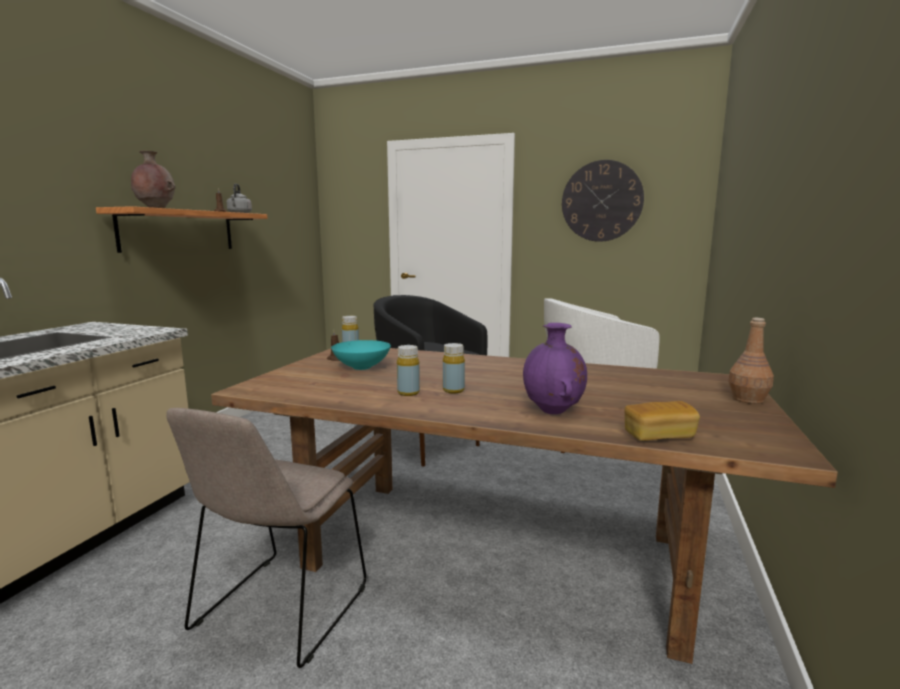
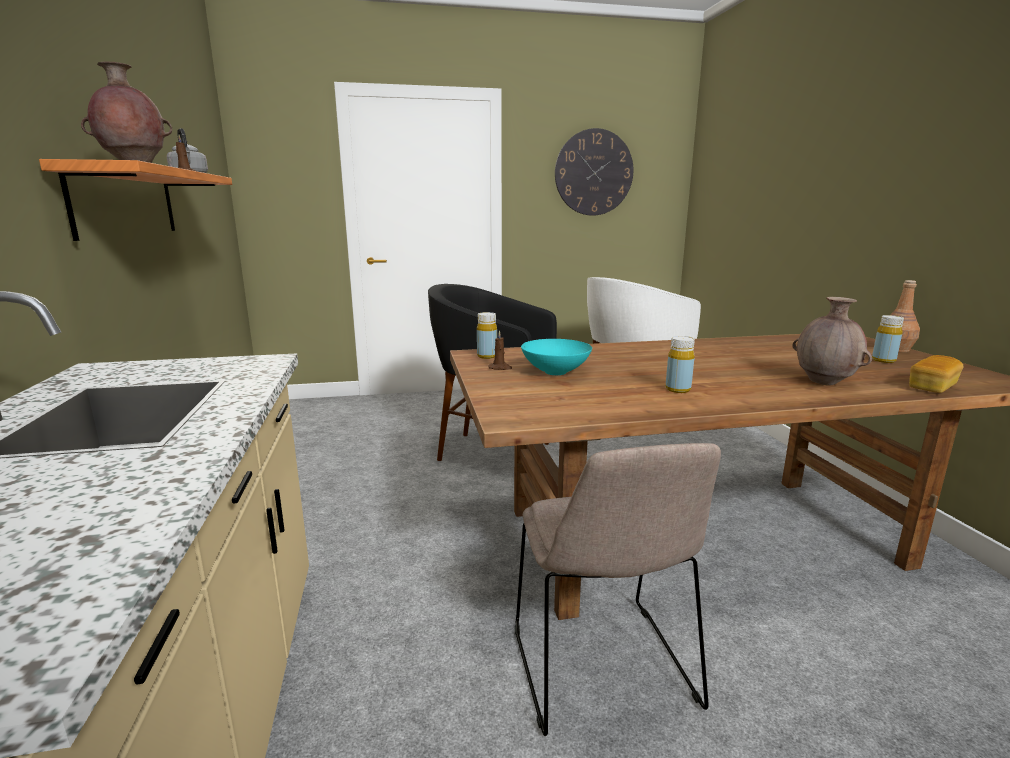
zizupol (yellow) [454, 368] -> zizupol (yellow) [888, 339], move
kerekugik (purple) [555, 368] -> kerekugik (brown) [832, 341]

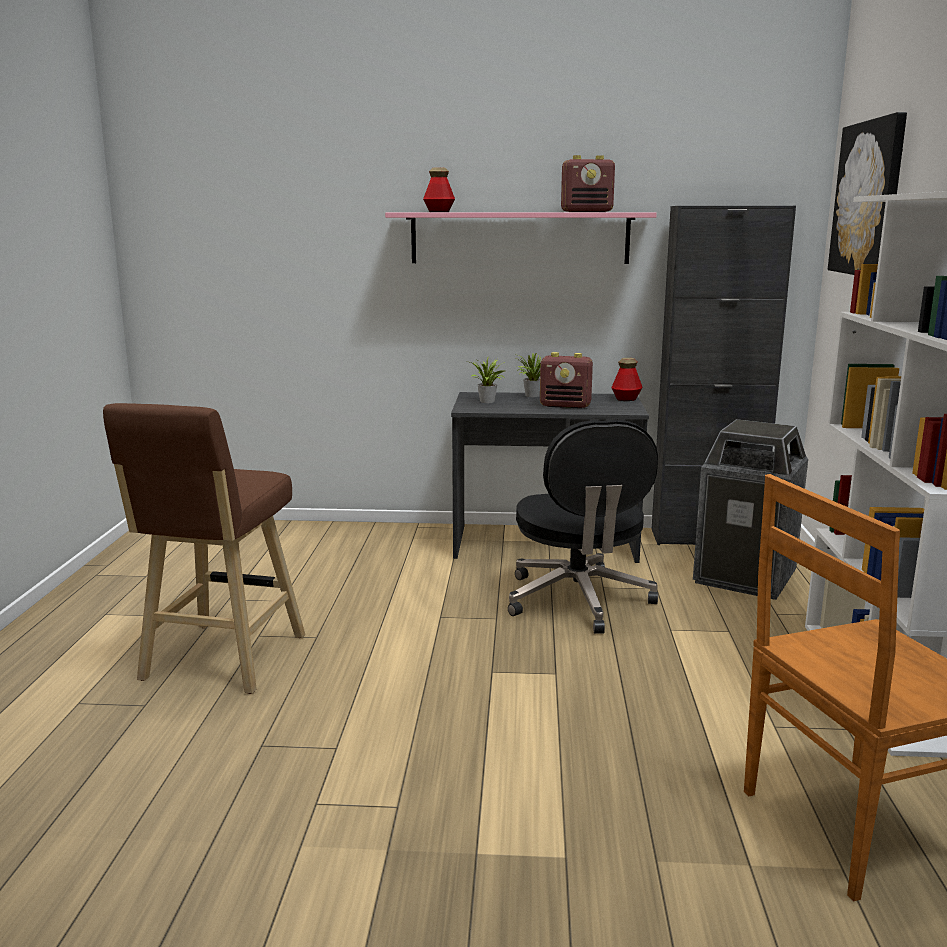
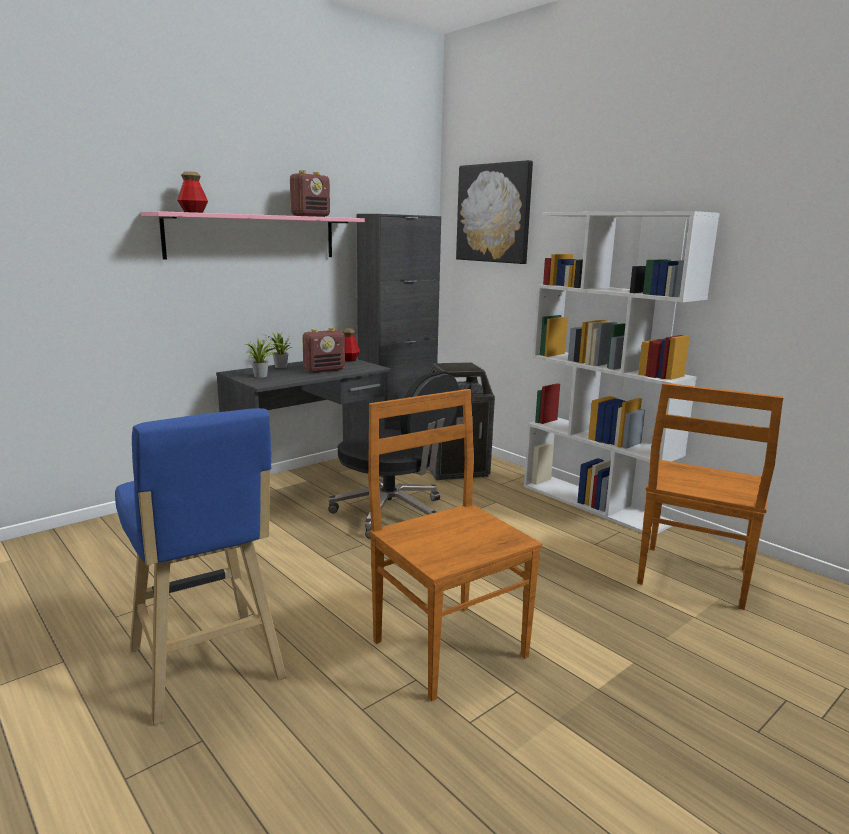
none -> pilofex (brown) [455, 545]
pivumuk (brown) [204, 548] -> pivumuk (blue) [200, 566]

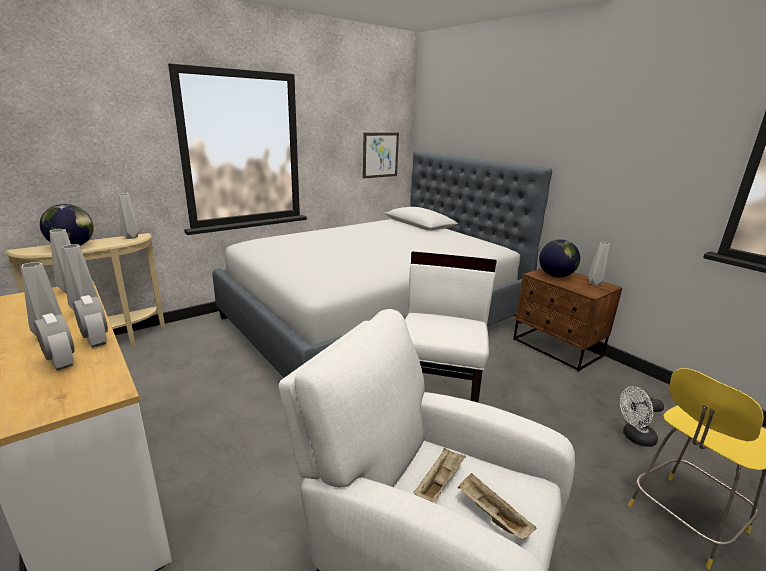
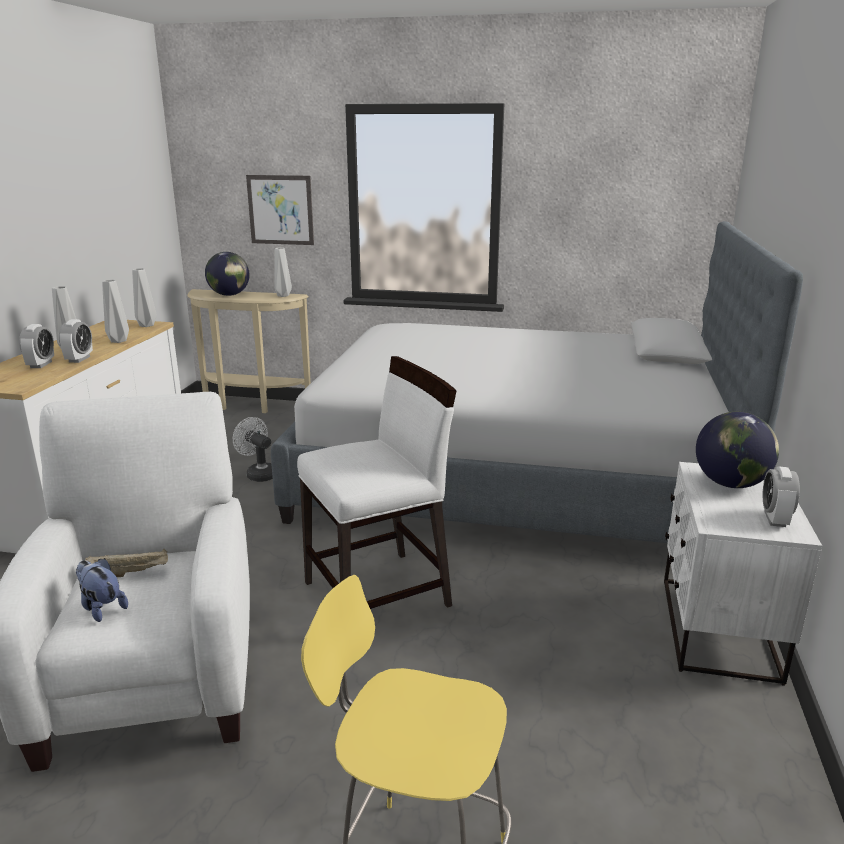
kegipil [381, 155] -> kegipil [280, 210], move
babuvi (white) [642, 416] -> babuvi (white) [253, 449], move
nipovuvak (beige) [497, 506] -> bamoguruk [102, 590]
kerekugik (grey) [599, 264] -> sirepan [781, 496]
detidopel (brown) [567, 320] -> detidopel (white) [743, 574]

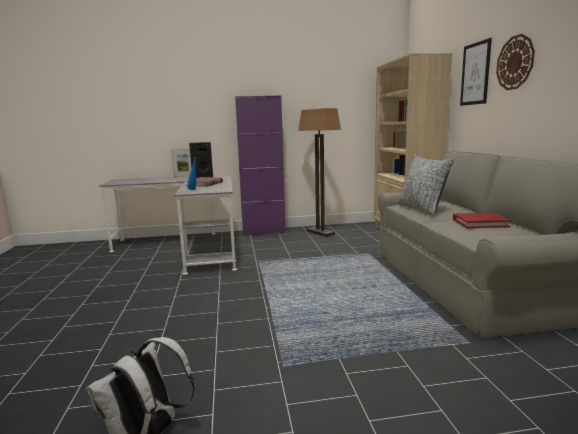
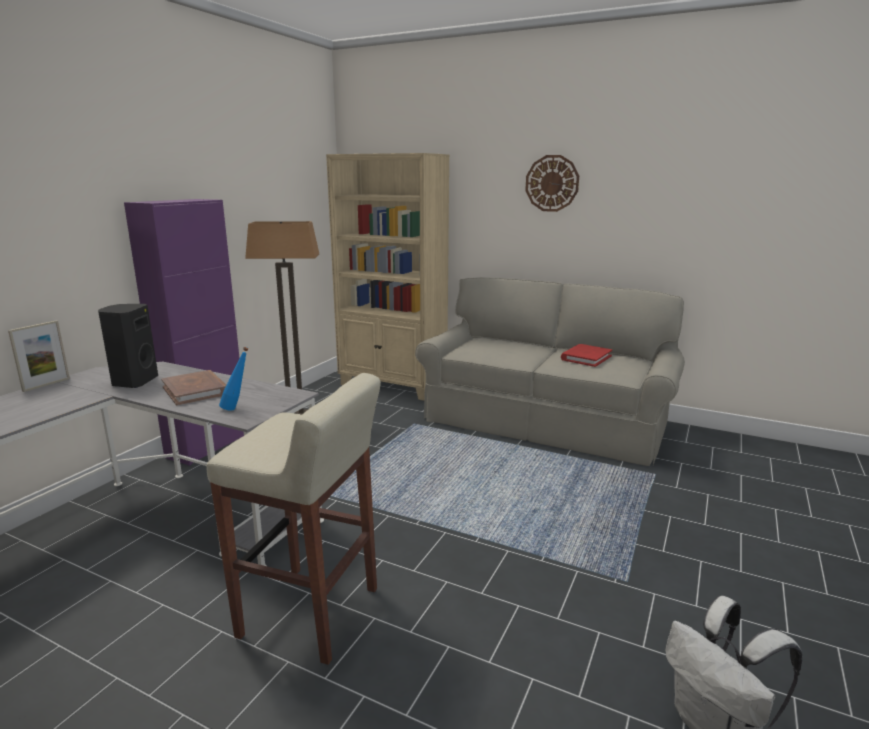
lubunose [426, 185] -> none
kegipil [476, 72] -> none
none -> pivumuk (beige) [293, 519]

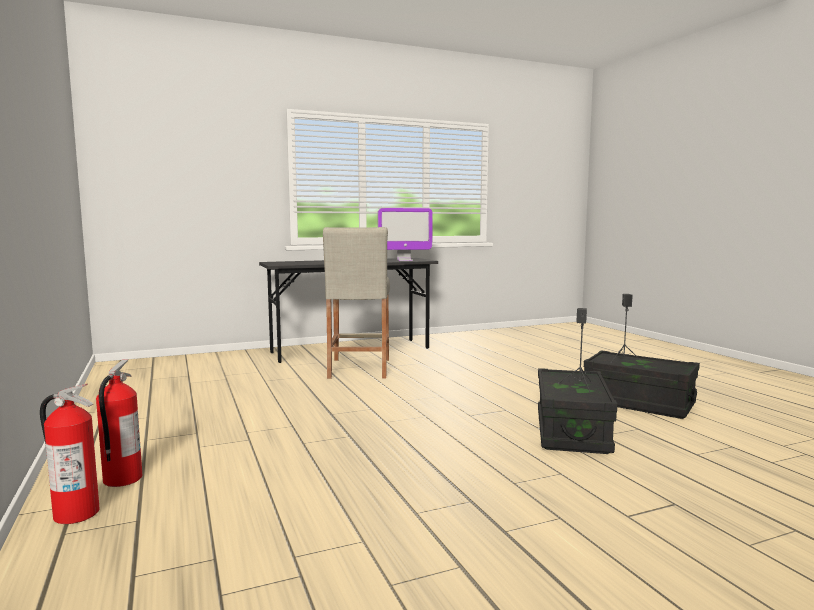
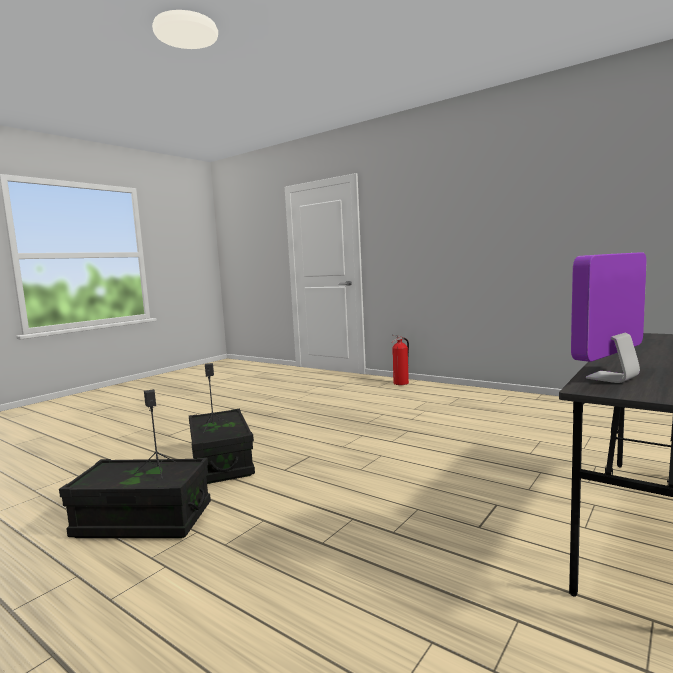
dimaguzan [119, 423] -> none
pivumuk (beige) [356, 303] -> none

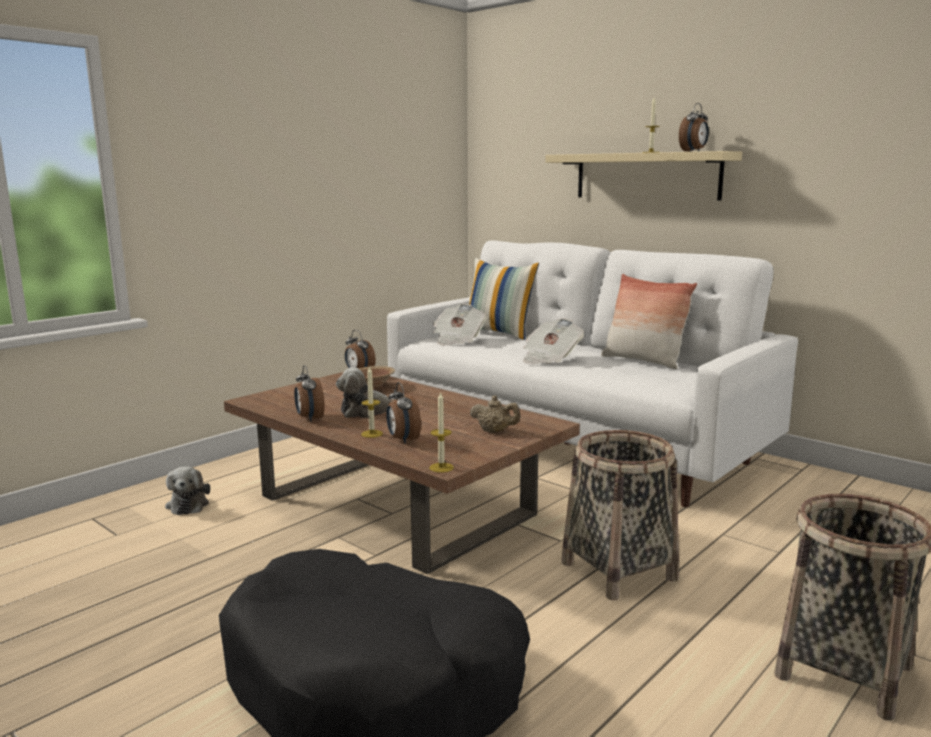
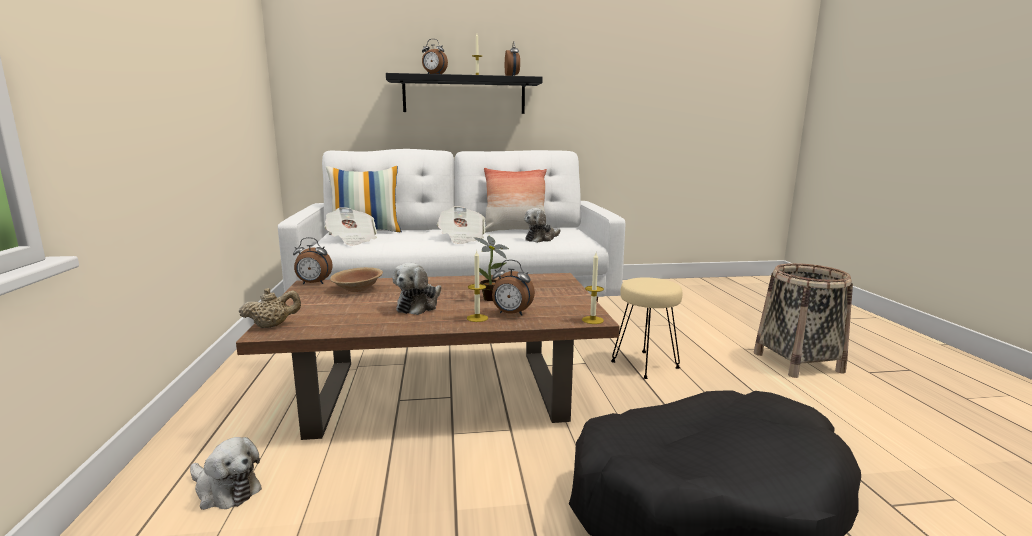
none -> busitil [491, 268]
none -> bamoguruk [542, 225]
sirepan [309, 393] -> sirepan [435, 56], move
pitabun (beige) [495, 414] -> pitabun (beige) [270, 308], move
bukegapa [620, 515] -> pivumuk (beige) [646, 328]
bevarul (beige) [643, 175] -> bevarul (black) [464, 93]

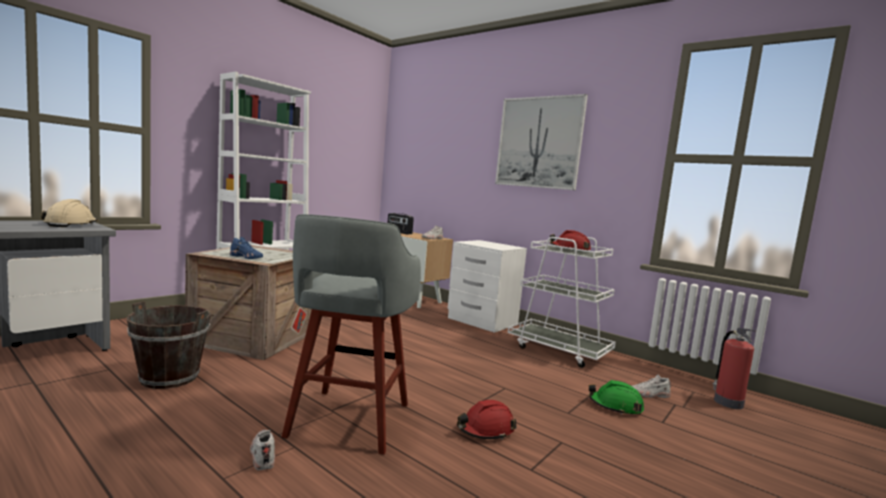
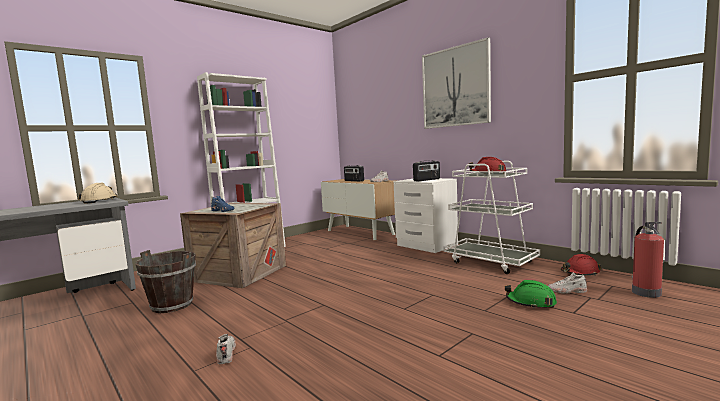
pivumuk (grey) [351, 334] -> none
none -> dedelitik [426, 171]
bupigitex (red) [487, 420] -> bupigitex (red) [581, 265], move

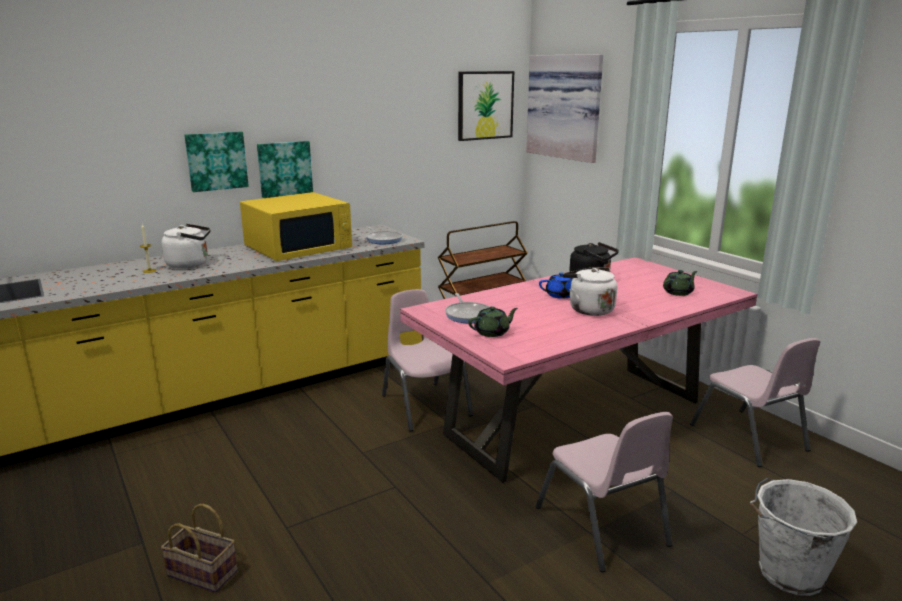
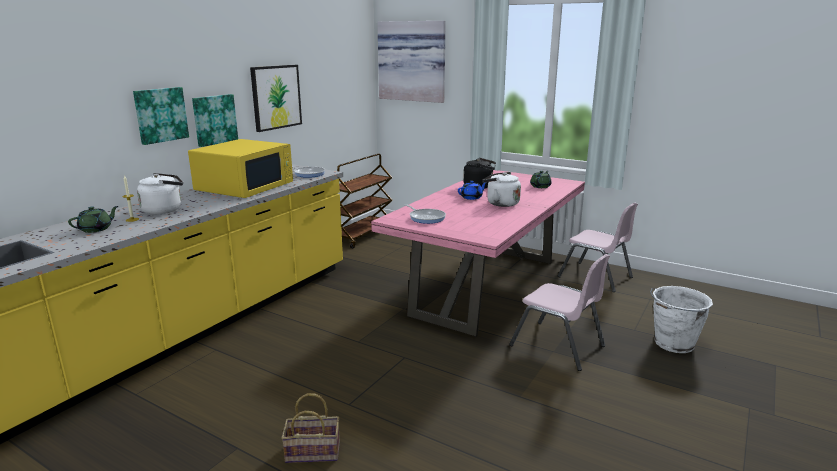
pilofex (pink) [427, 360] -> none
kegipil [486, 106] -> kegipil [276, 98], move
pitabun (green) [493, 321] -> pitabun (green) [93, 219], move

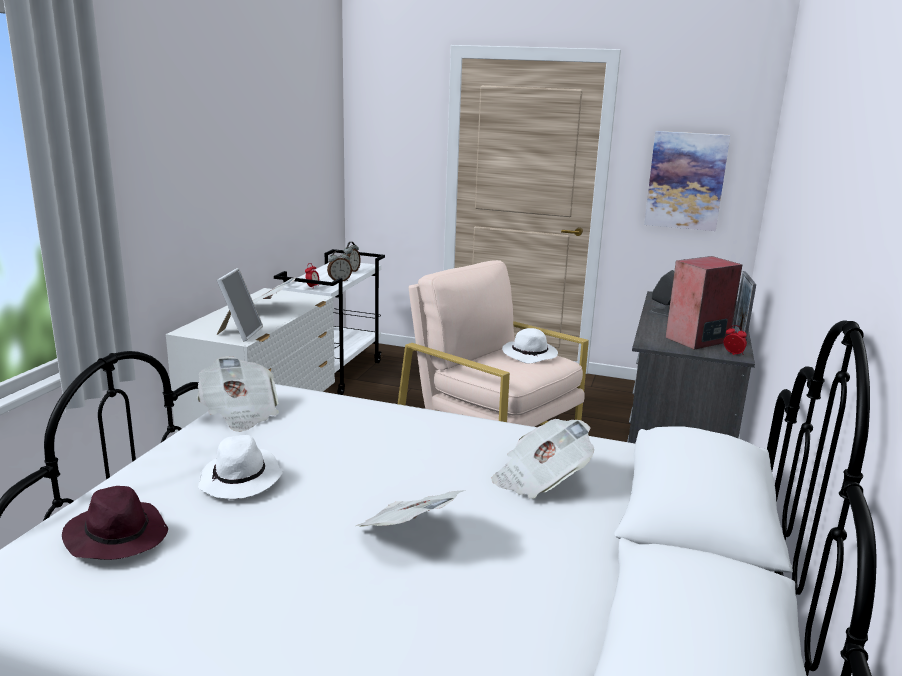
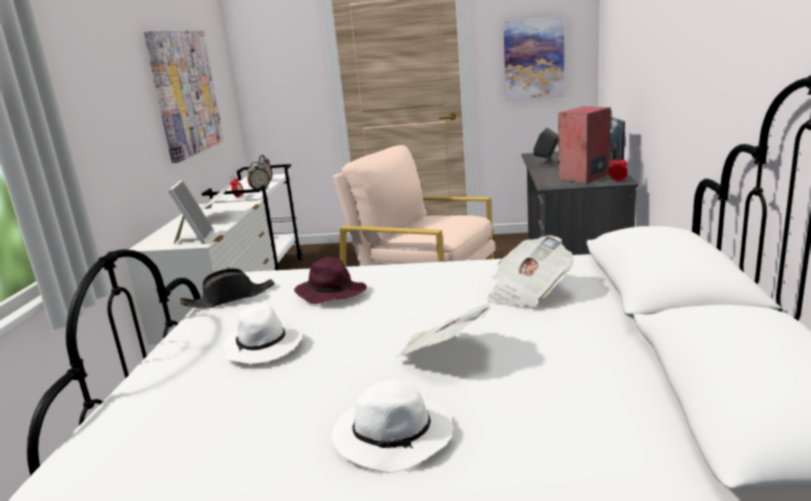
none -> kegipil [184, 96]
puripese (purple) [115, 523] -> puripese (purple) [330, 280], move
puripese (white) [530, 345] -> puripese (white) [392, 426], move
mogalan [238, 394] -> puripese (black) [227, 288]

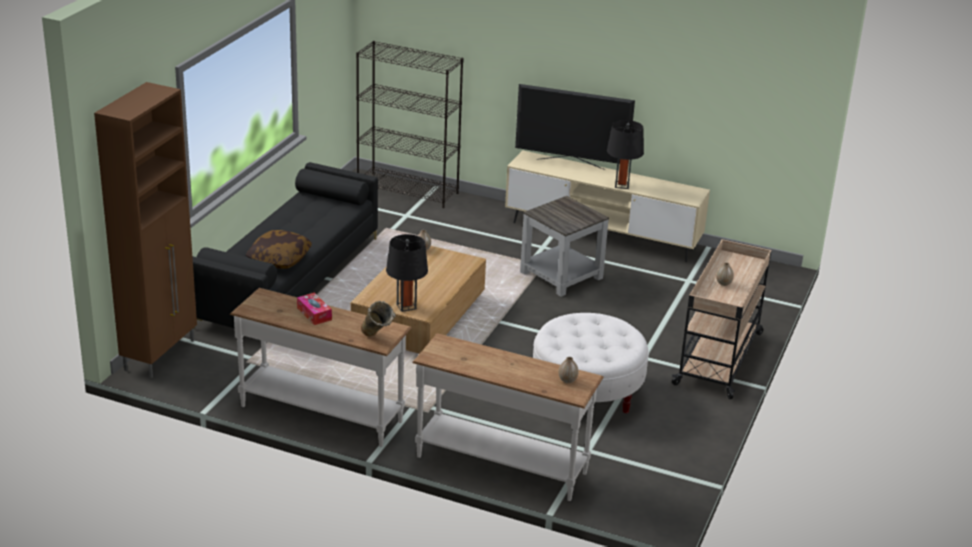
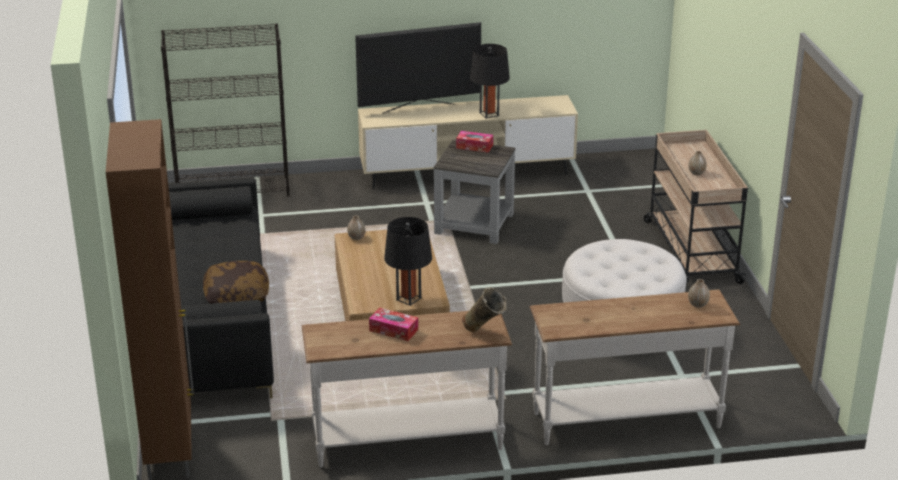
none -> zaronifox [474, 142]

